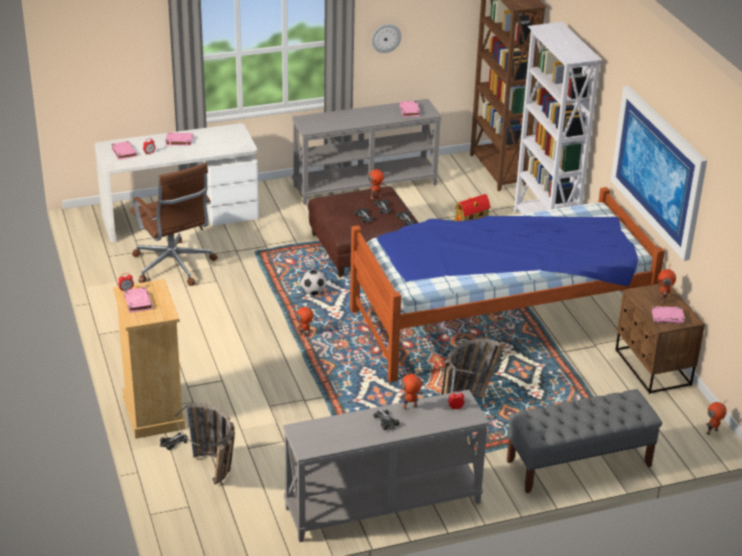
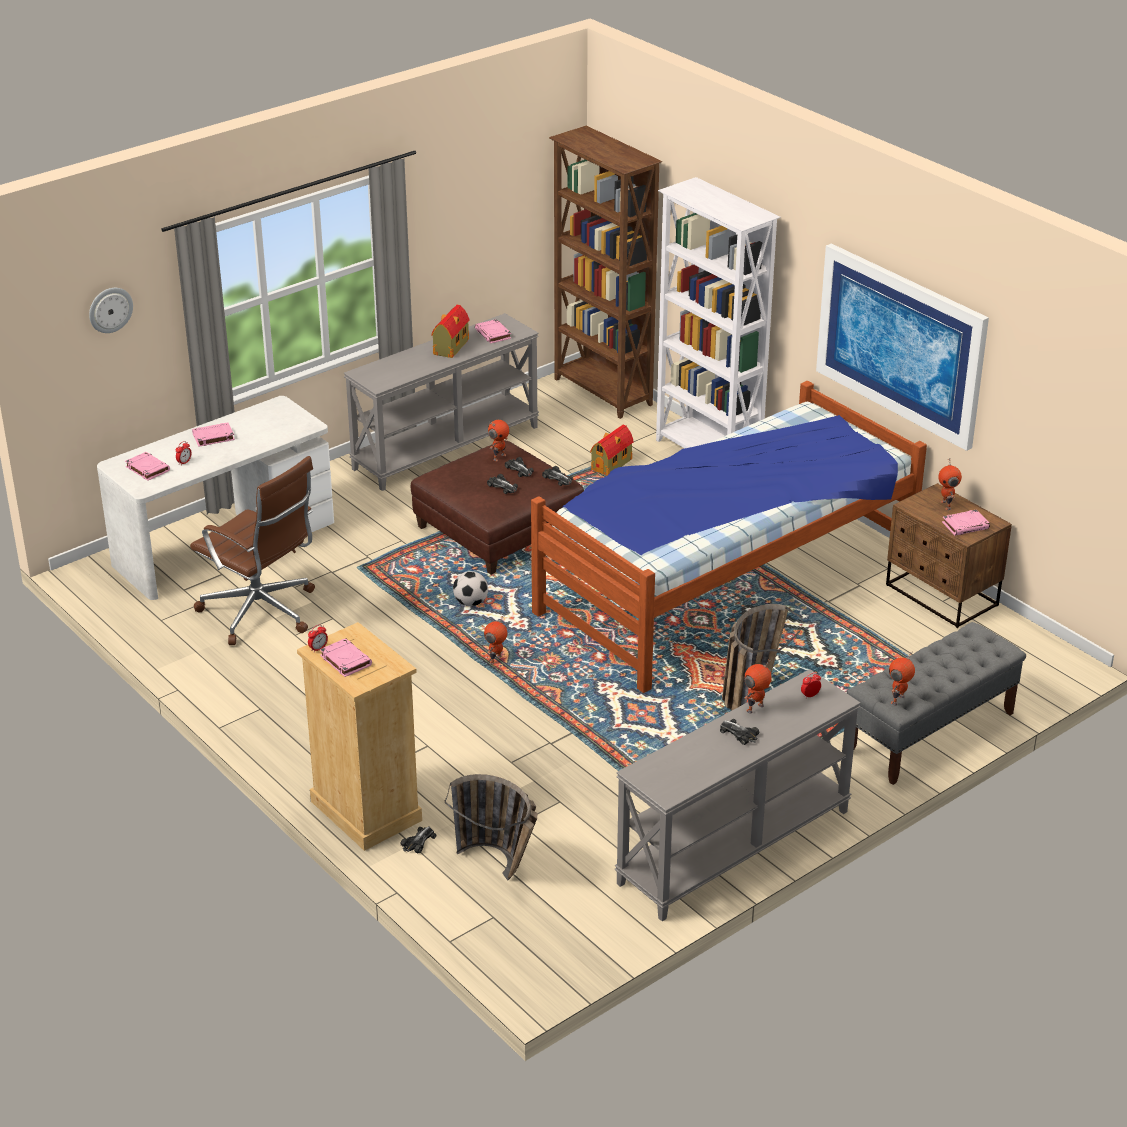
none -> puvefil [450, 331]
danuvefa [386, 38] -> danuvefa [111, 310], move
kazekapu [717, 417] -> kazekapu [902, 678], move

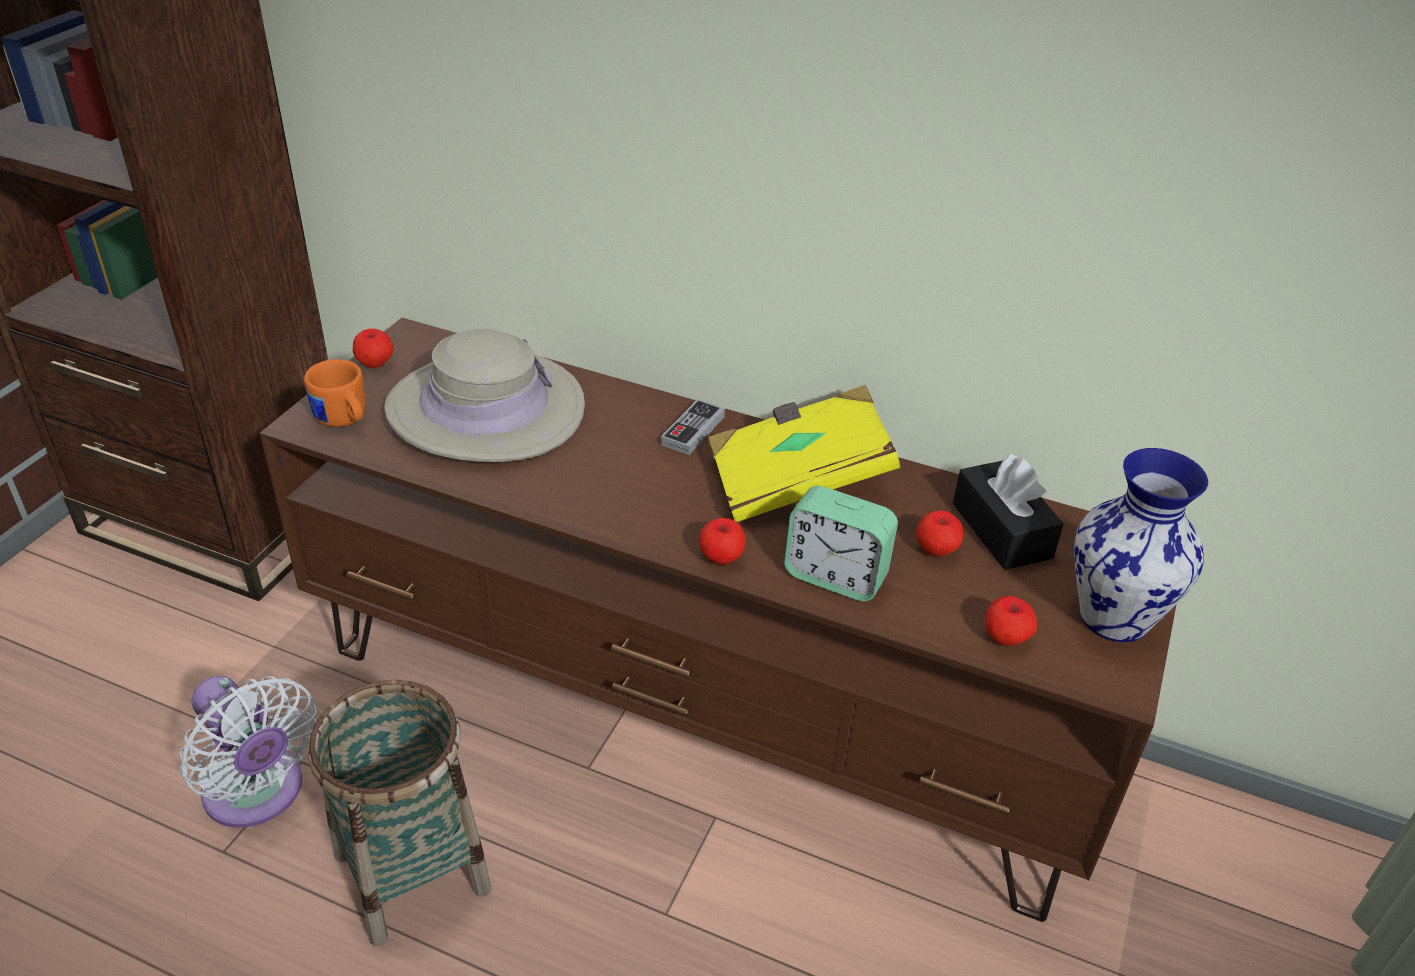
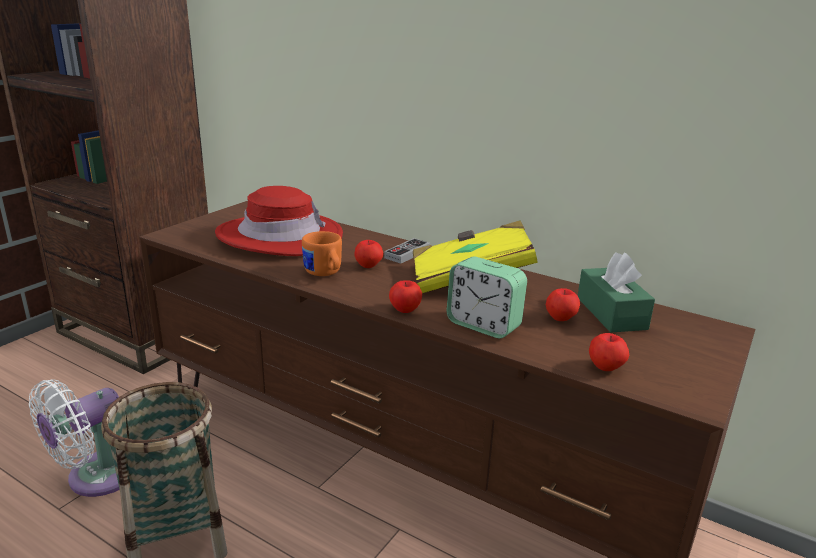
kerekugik [1141, 545] -> none
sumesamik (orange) [335, 393] -> sumesamik (orange) [322, 253], move
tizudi [373, 348] -> tizudi [368, 254], move
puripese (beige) [484, 395] -> puripese (red) [279, 221]
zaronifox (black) [1008, 511] -> zaronifox (green) [616, 292]
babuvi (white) [248, 752] -> babuvi (white) [74, 438], 75 degrees clockwise

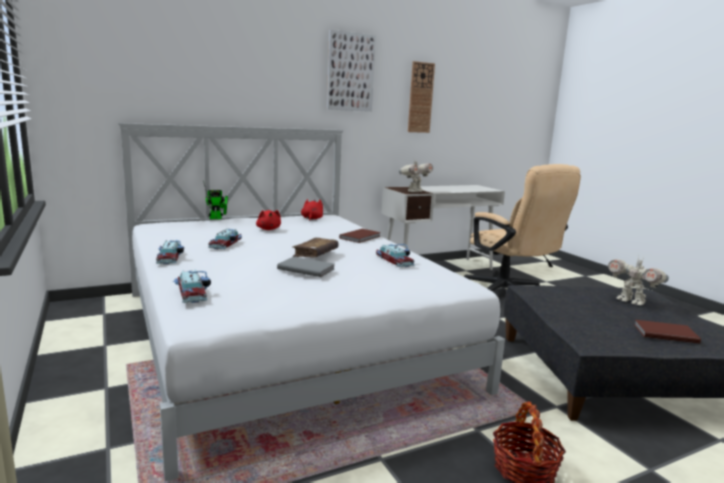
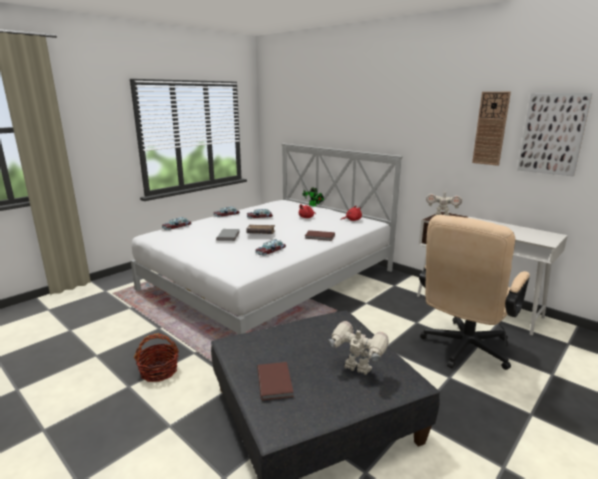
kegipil [351, 71] -> kegipil [554, 134], move
kazekapu [638, 280] -> kazekapu [358, 348], 90 degrees clockwise

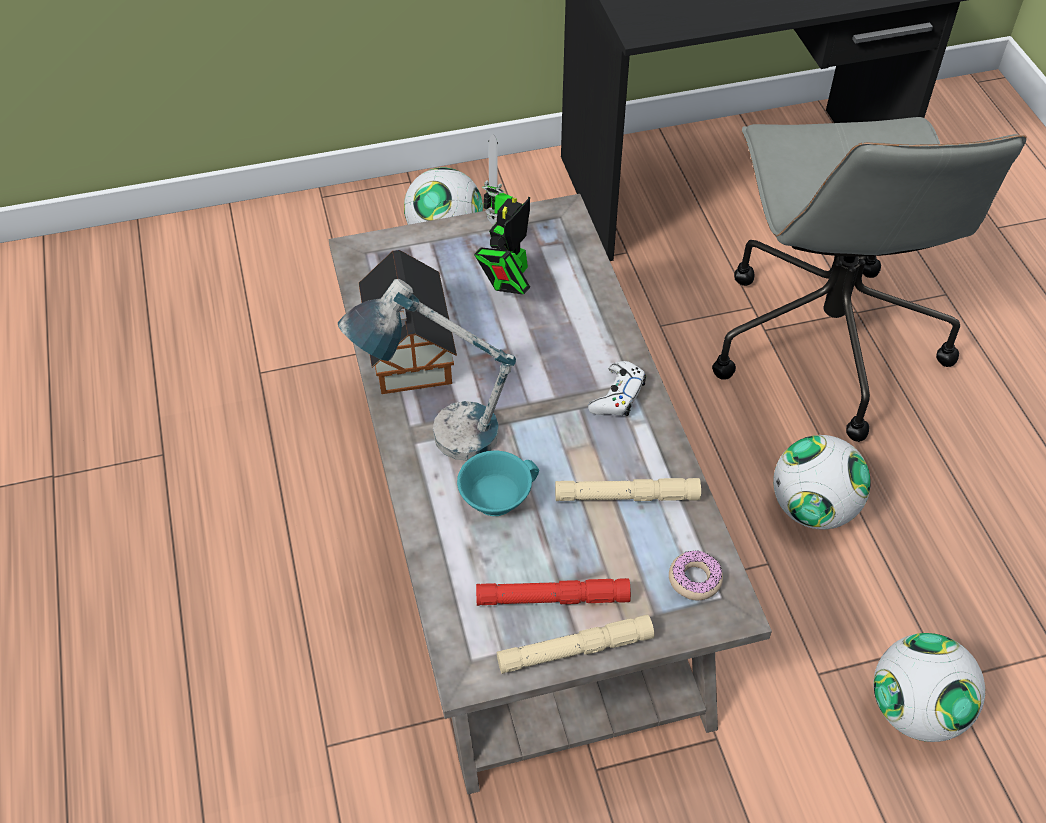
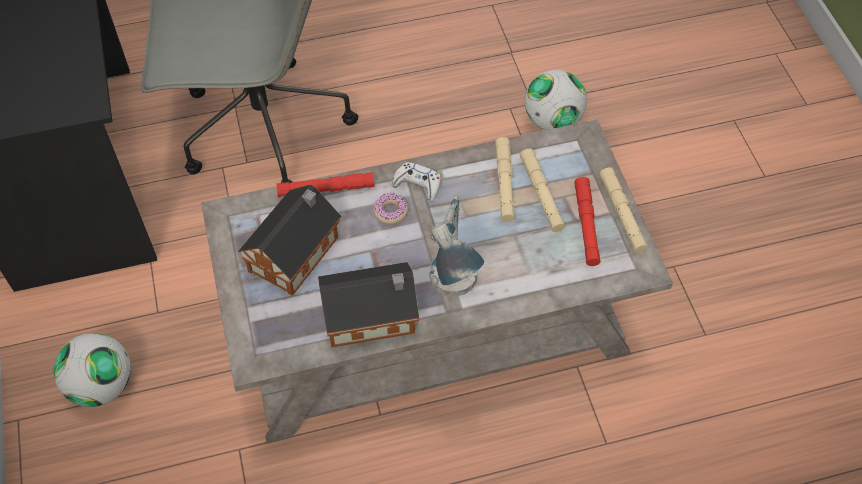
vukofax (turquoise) [498, 483] -> none
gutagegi [822, 482] -> none
none -> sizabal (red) [325, 184]
none -> sizabal (beige) [542, 190]
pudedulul [696, 575] -> pudedulul [390, 209], move
kazekapu [502, 214] -> puvefil [290, 240]

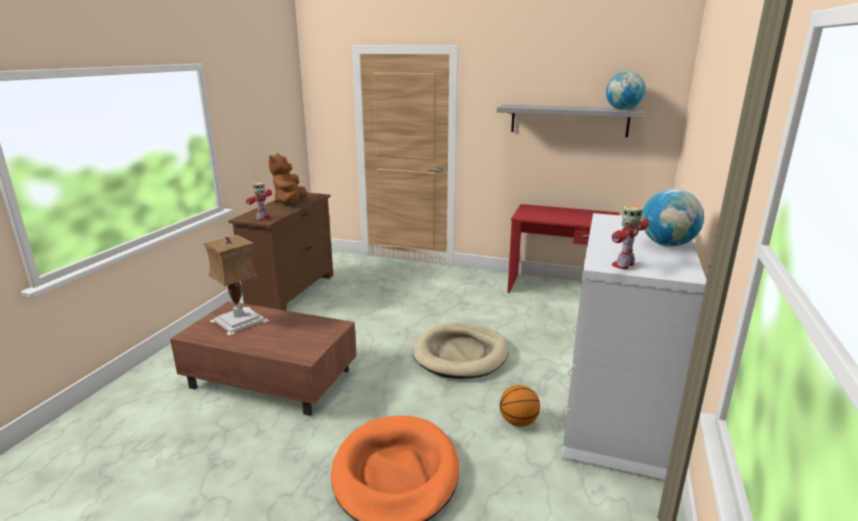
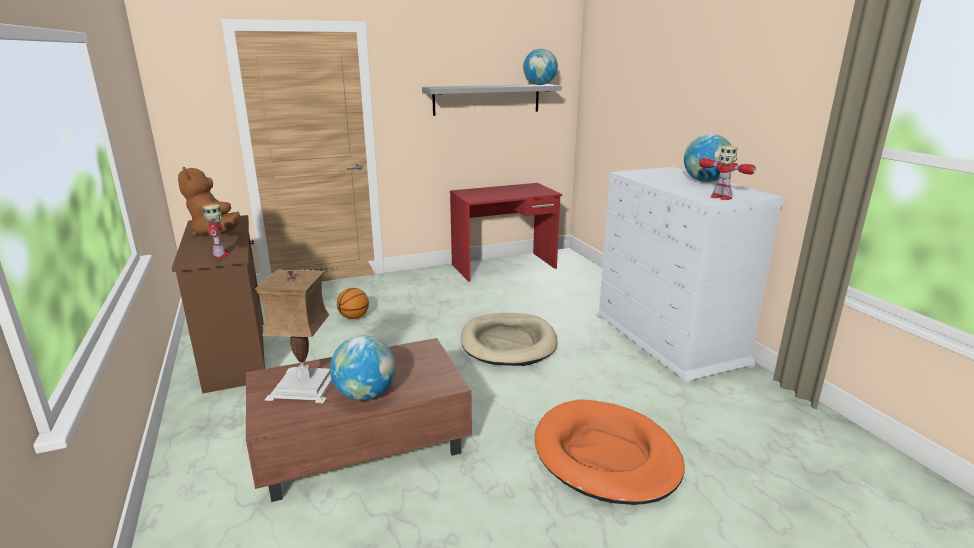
none -> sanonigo [362, 368]
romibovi [520, 406] -> romibovi [353, 303], move
kazekapu [630, 237] -> kazekapu [727, 172], 45 degrees counterclockwise

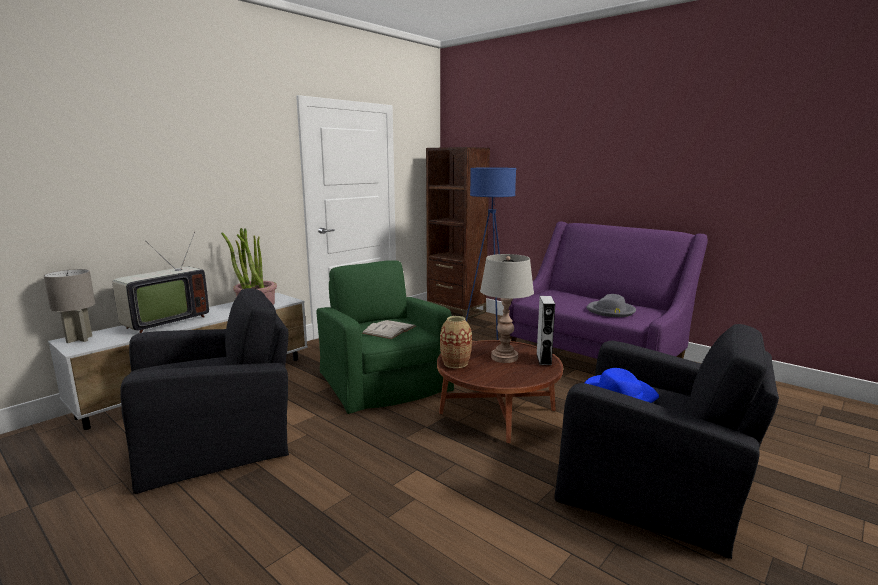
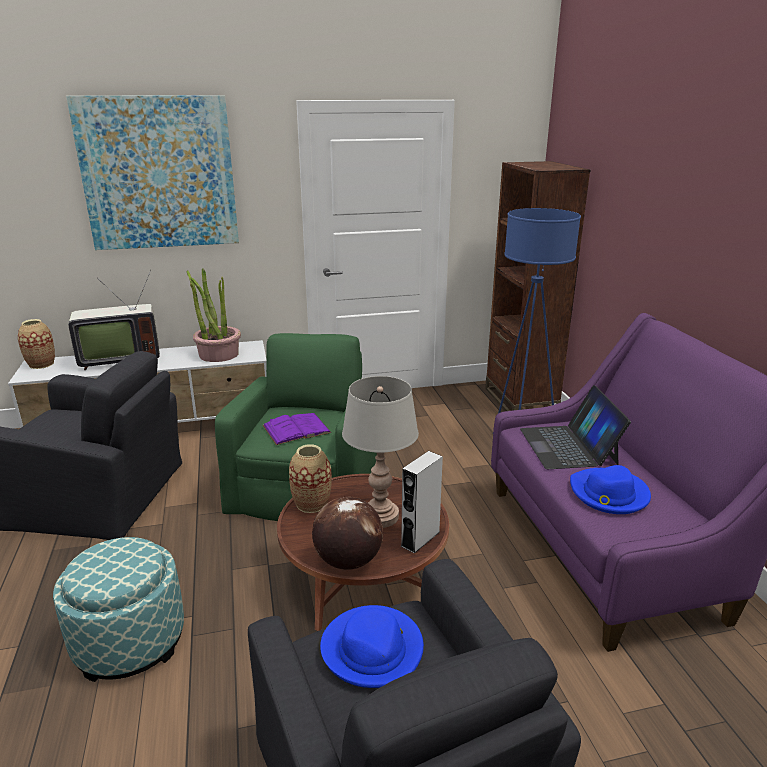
none -> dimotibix [118, 609]
none -> kegipil [152, 172]
none -> sanonigo [347, 533]
none -> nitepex [575, 427]
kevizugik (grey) [69, 306] -> kerekugik [36, 344]
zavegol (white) [389, 329] -> zavegol (purple) [297, 429]
puripese (grey) [611, 305] -> puripese (blue) [610, 489]

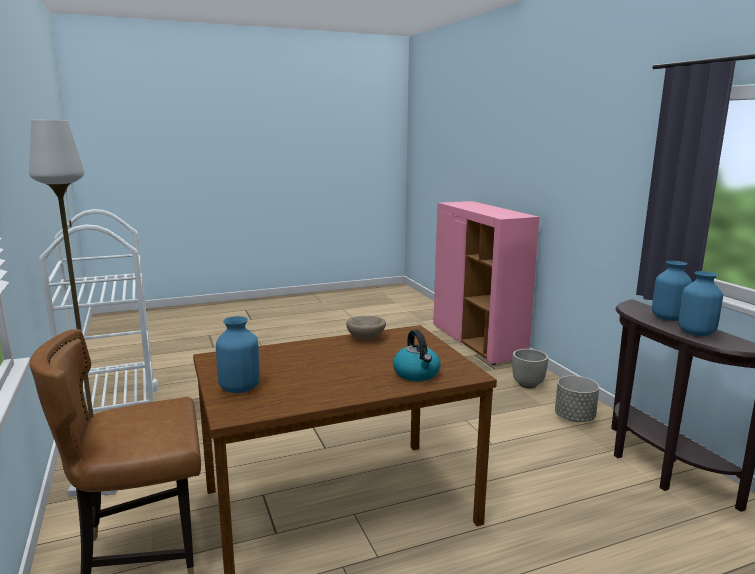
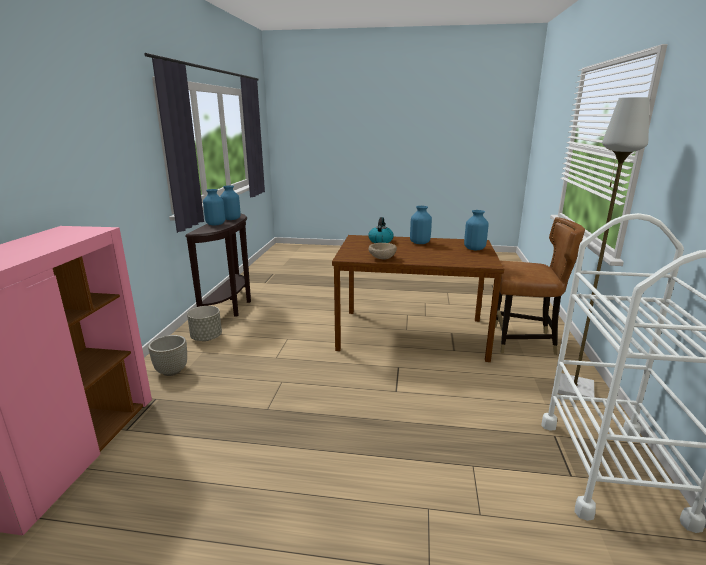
none -> kerekugik (blue) [421, 225]

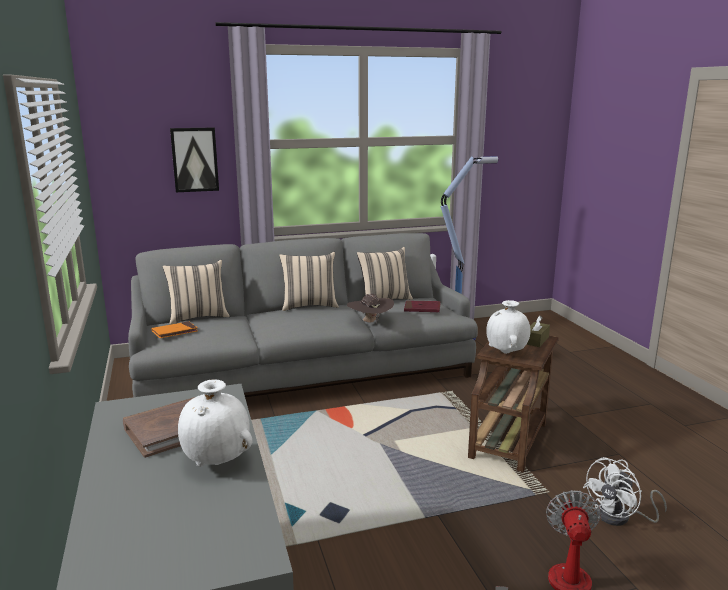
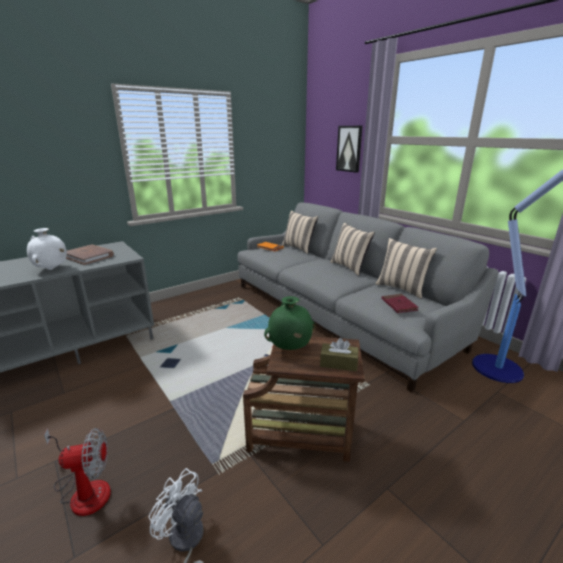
puripese (brown) [370, 309] -> none
kerekugik (white) [508, 327] -> kerekugik (green) [290, 323]

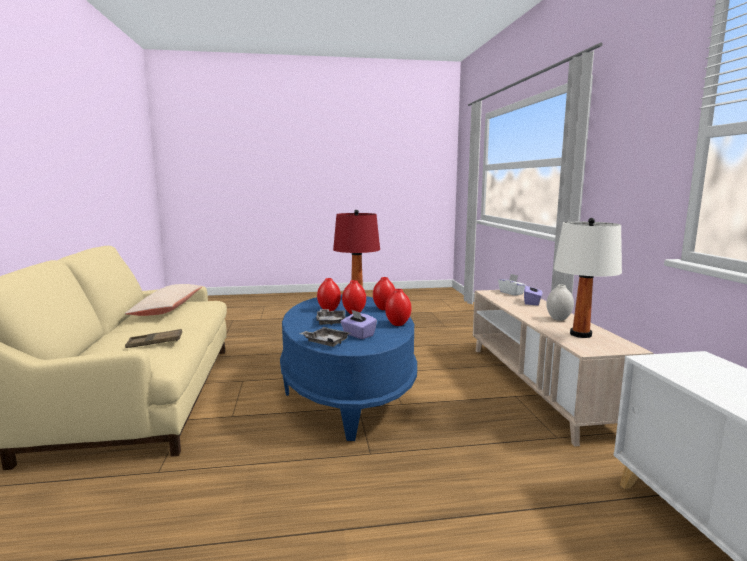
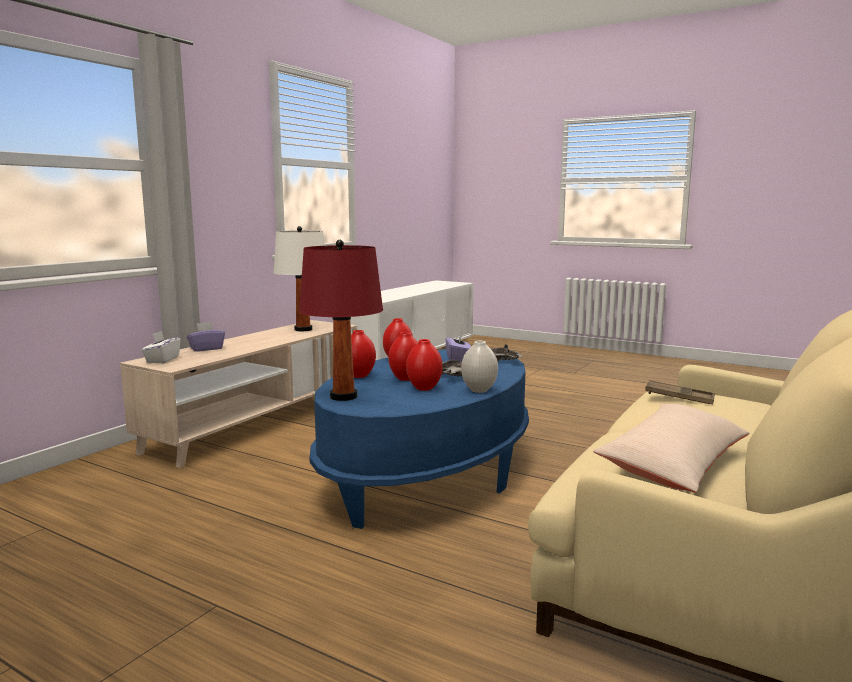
kerekugik (white) [560, 302] -> kerekugik (white) [479, 367], move

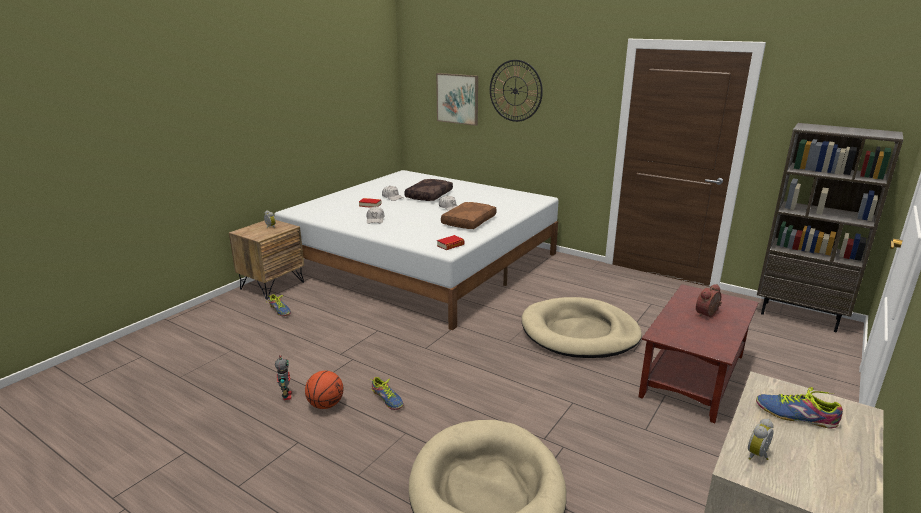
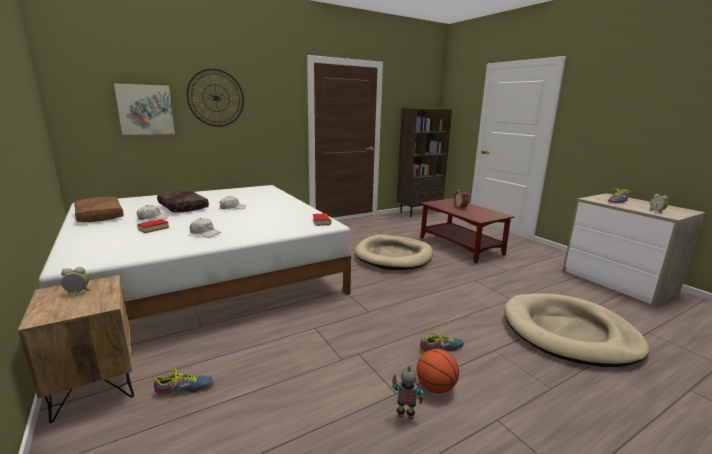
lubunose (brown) [469, 215] -> lubunose (brown) [99, 209], move

